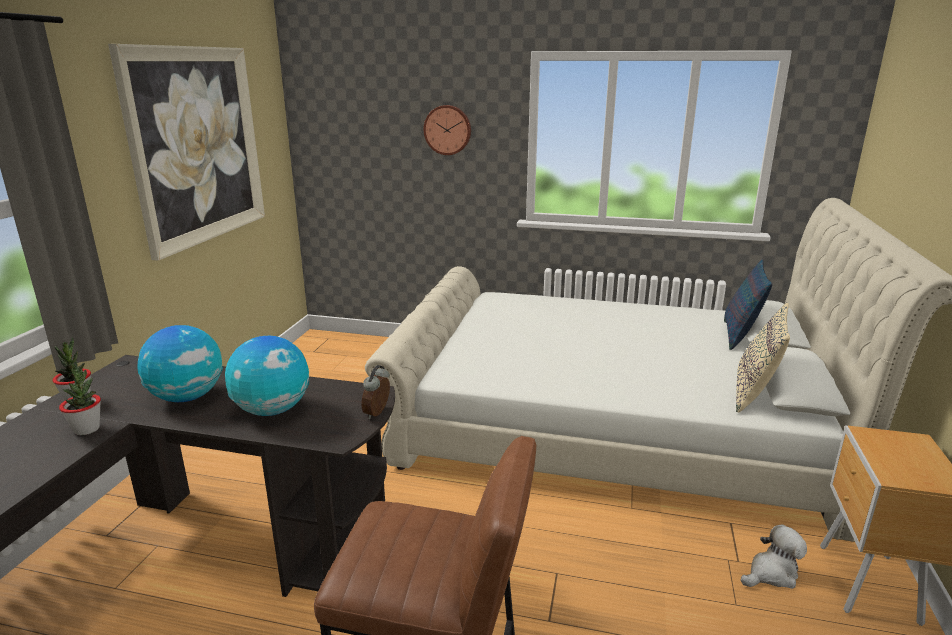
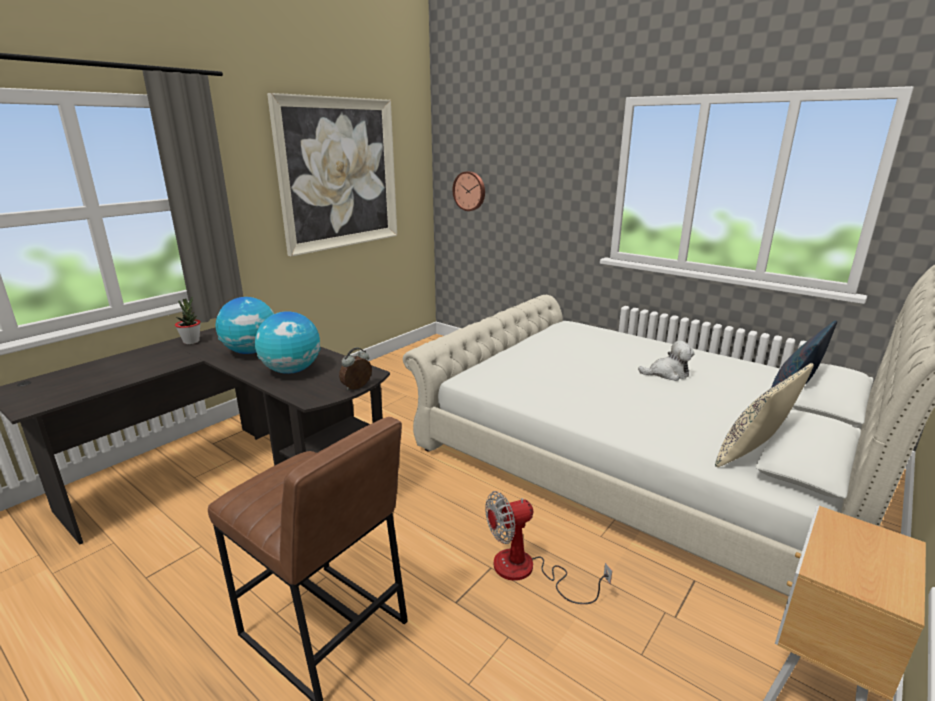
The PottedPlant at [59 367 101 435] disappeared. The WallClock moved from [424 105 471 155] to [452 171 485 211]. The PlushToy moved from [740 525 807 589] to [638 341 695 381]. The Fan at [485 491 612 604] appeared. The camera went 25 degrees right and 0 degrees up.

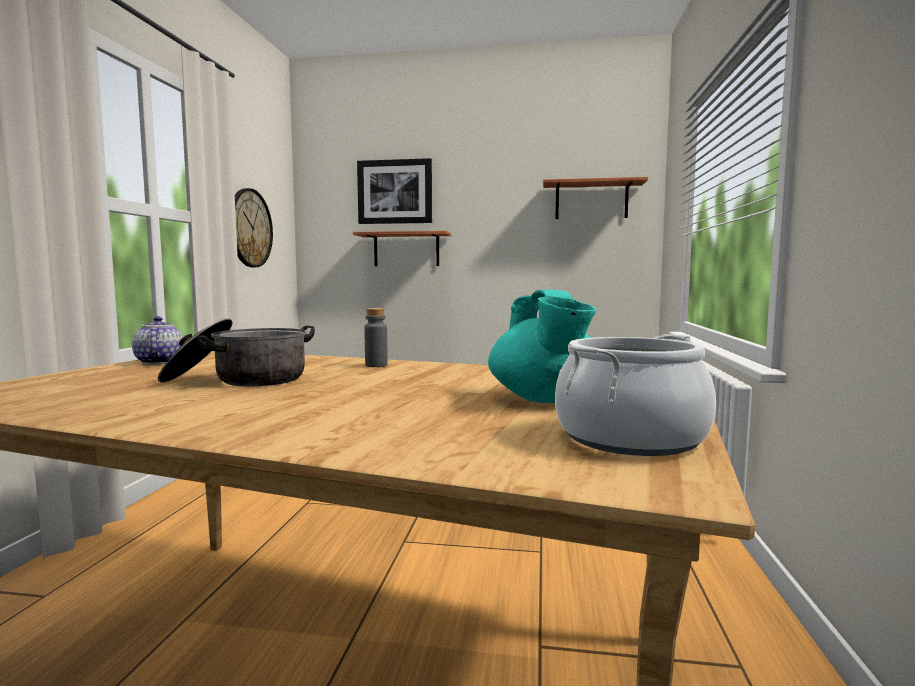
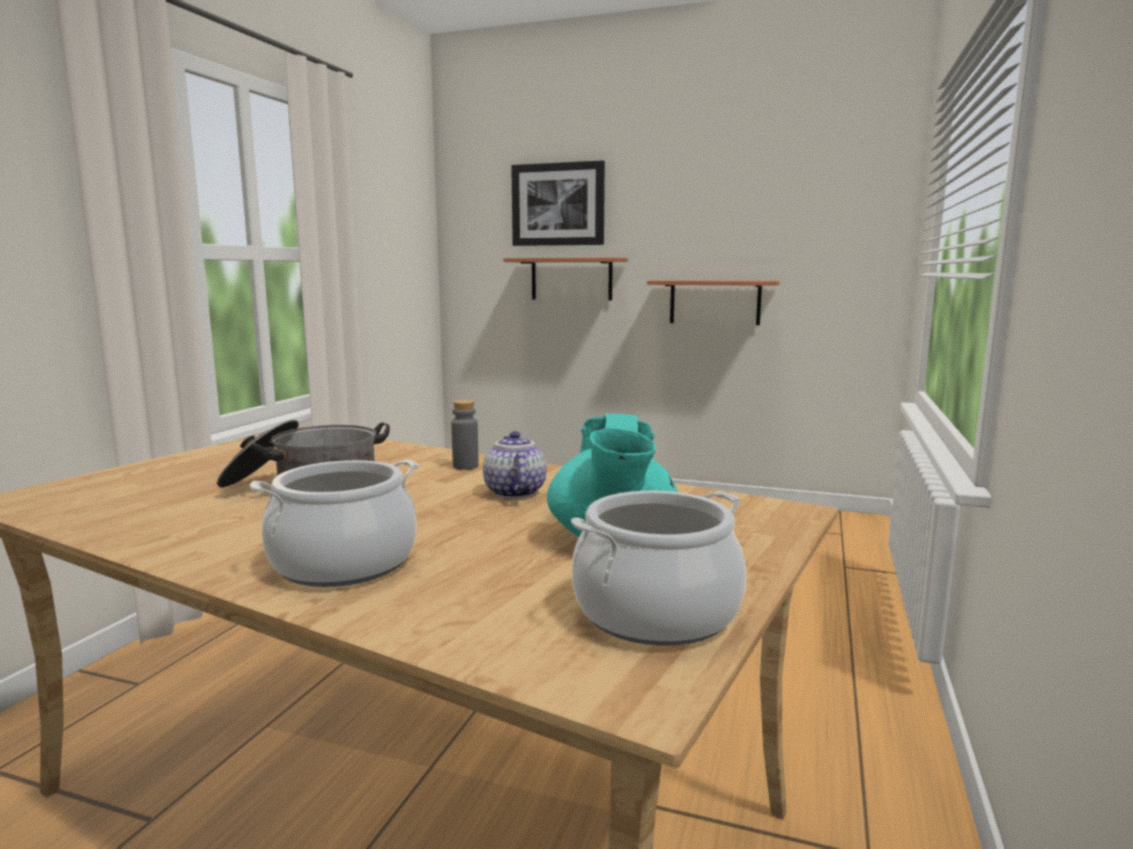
The Teapot moved from [132 316 184 364] to [483 431 547 499]. The WallClock at [235 188 273 267] disappeared. The Shelf moved from [543 177 648 219] to [647 280 780 325]. The CookingPot at [250 459 418 587] appeared. The camera went 10 degrees right and 5 degrees up.

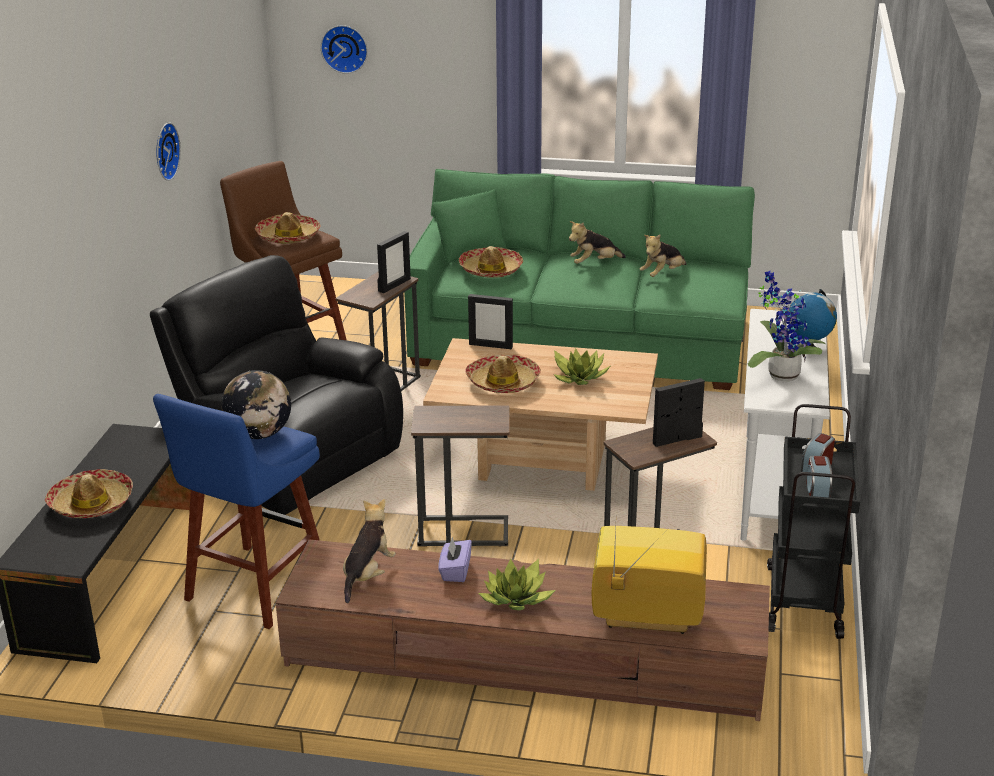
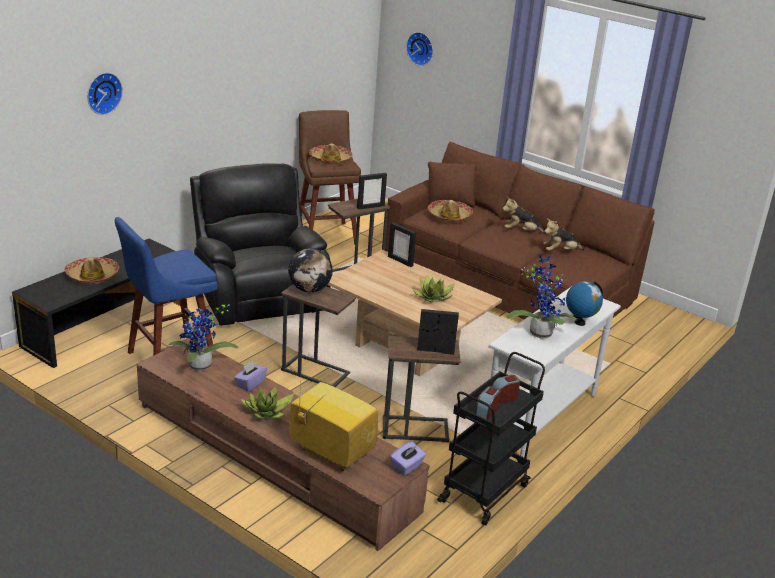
The WallClock moved from [156 123 181 181] to [87 73 123 115]. The Globe moved from [221 370 291 439] to [288 248 333 292]. The PlushToy at [343 499 396 603] was replaced by the PottedPlant at [169 304 238 371]. The GreenSofa at [404 169 755 390] became the BrownSofa at [385 142 655 319]. The Hat at [465 355 541 393] disappeared. The PurpleTissueBox at [390 442 426 476] appeared. The camera went 25 degrees right and 0 degrees up.

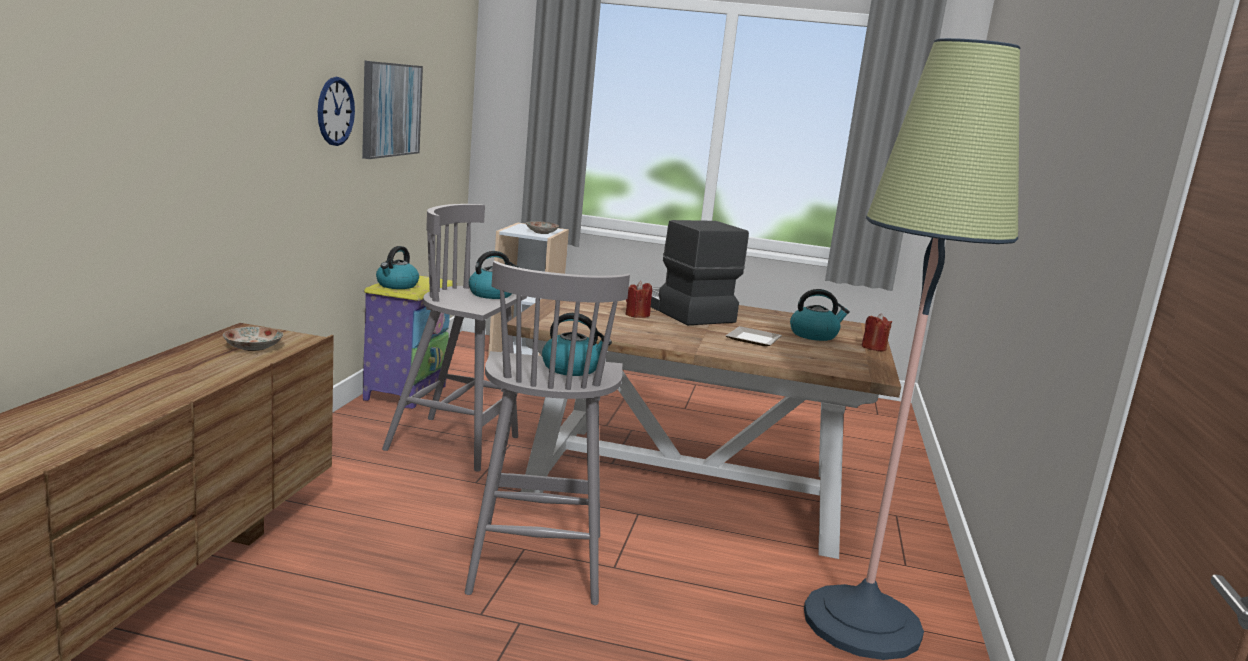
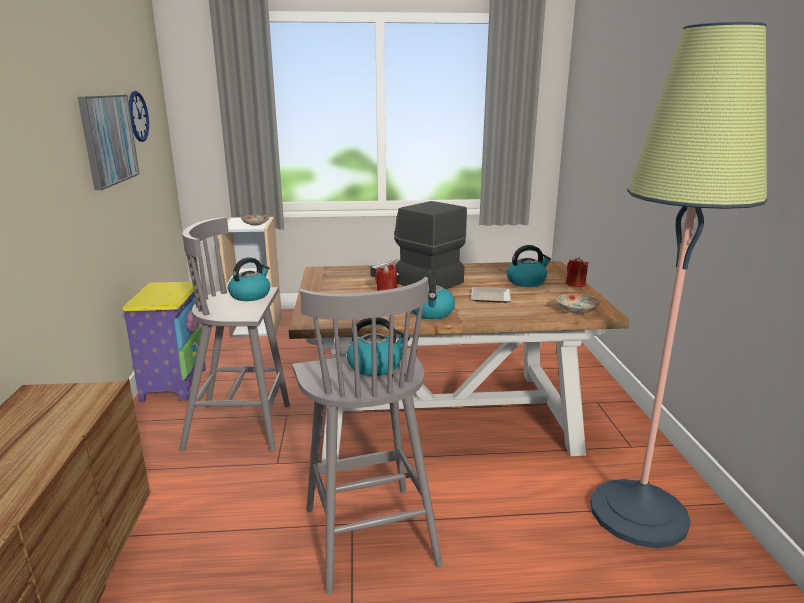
The Plate moved from [223 327 283 351] to [557 294 601 314]. The WallClock moved from [318 77 355 146] to [129 91 149 142]. The Kettle moved from [376 246 419 289] to [412 270 455 319]. The camera went 15 degrees left and 5 degrees up.

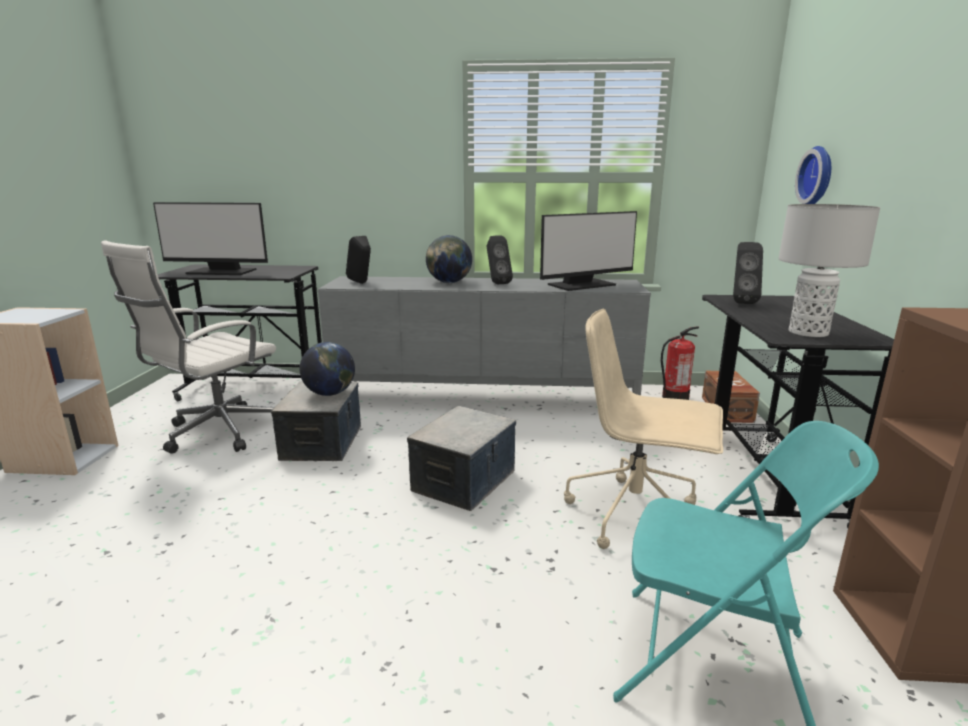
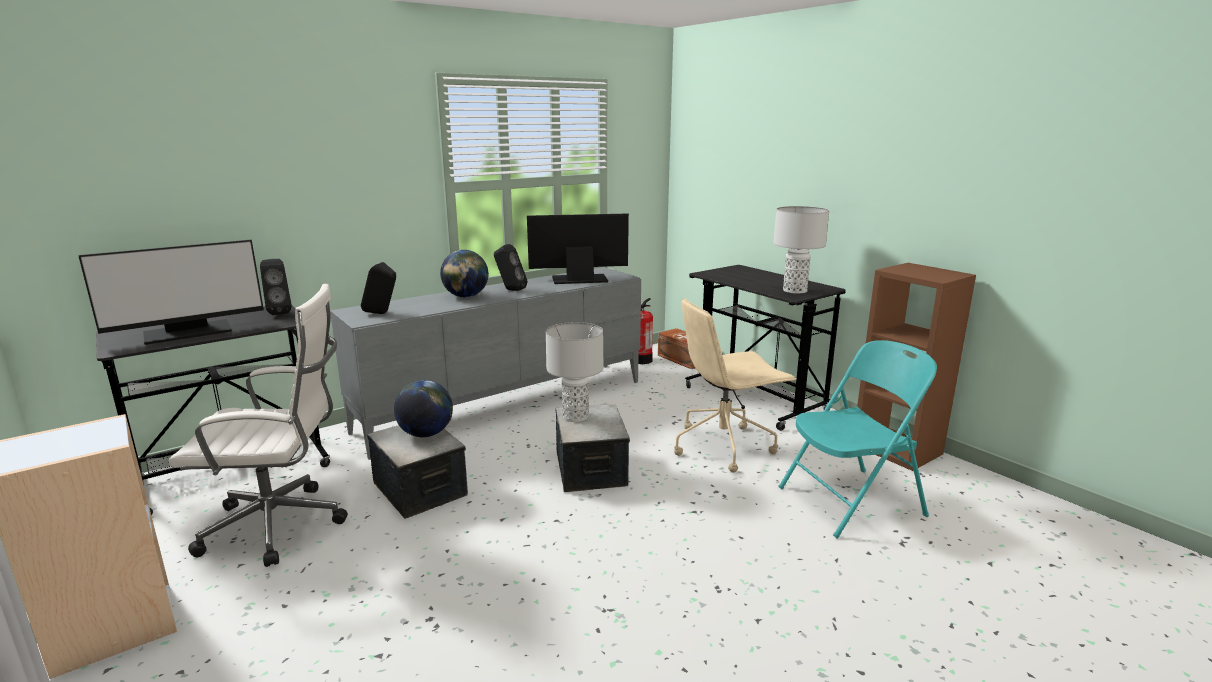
The WhiteOfficeChair at [101 240 276 454] turned 90 degrees counterclockwise. The Monitor at [540 211 637 291] turned 120 degrees counterclockwise. The BlackSpeaker moved from [733 242 763 304] to [260 259 292 315]. The WallClock at [795 146 831 204] disappeared. The WhiteTableLamp at [546 322 603 422] appeared. The camera went 40 degrees left and 0 degrees up.

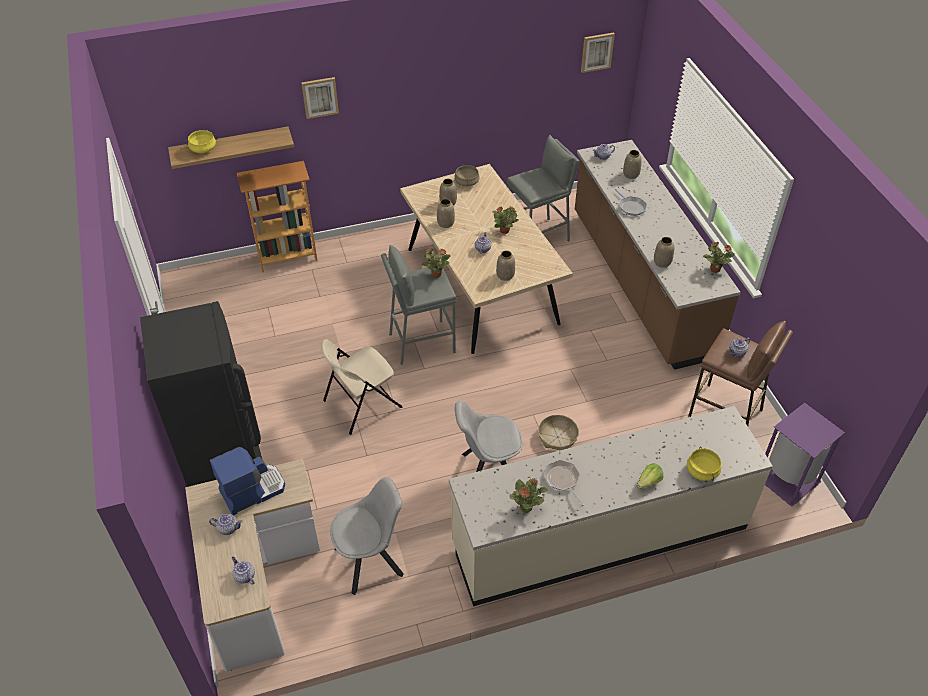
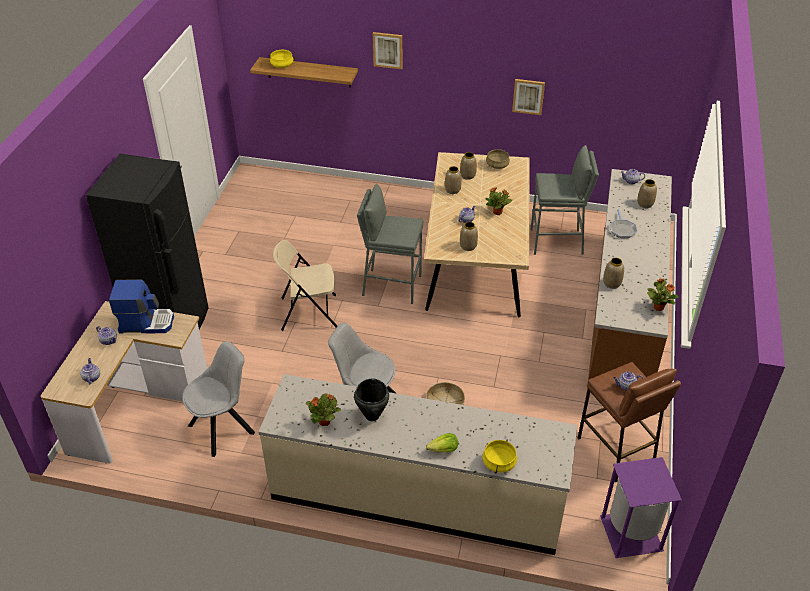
The Bookcase at [237 161 318 272] disappeared. The GreyChair at [330 477 404 595] turned 45 degrees counterclockwise. The PottedPlant at [421 248 450 277] disappeared. The FryingPan at [544 460 584 507] was replaced by the BlackCookingPot at [354 379 389 421]. The Picture moved from [581 32 615 73] to [512 79 545 115]. The camera went 30 degrees right and 5 degrees down.

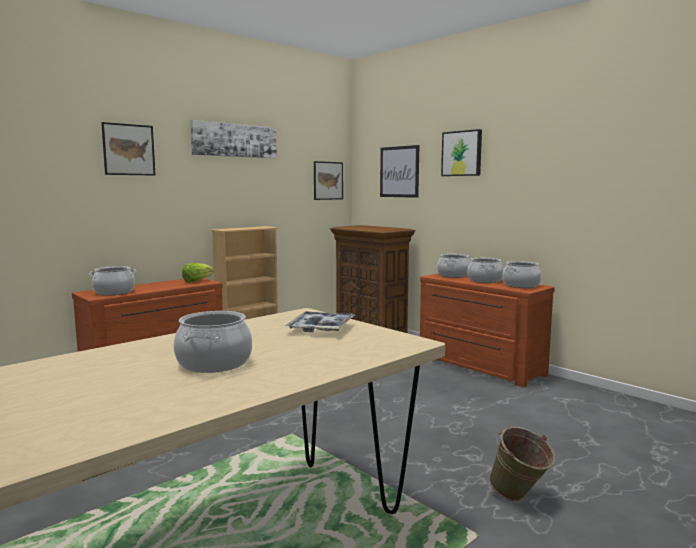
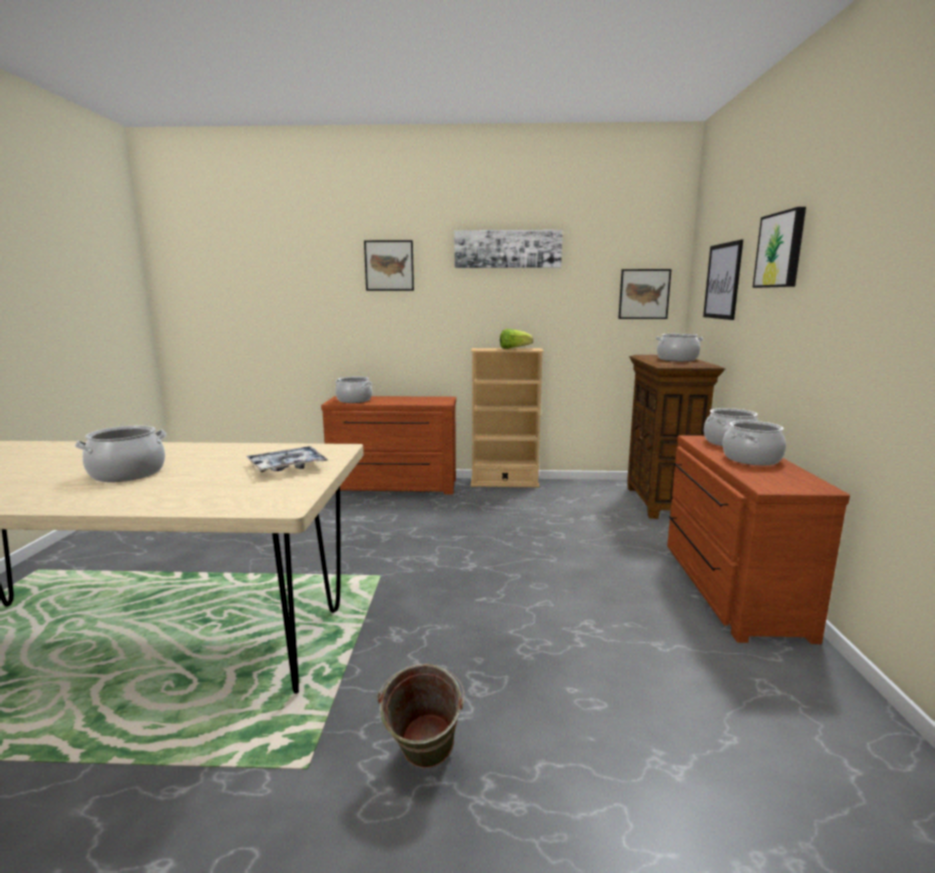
The Lettuce moved from [182 263 214 282] to [500 329 533 349]. The CookingPot moved from [502 261 541 288] to [656 334 703 361]. The camera went 45 degrees right and 5 degrees up.

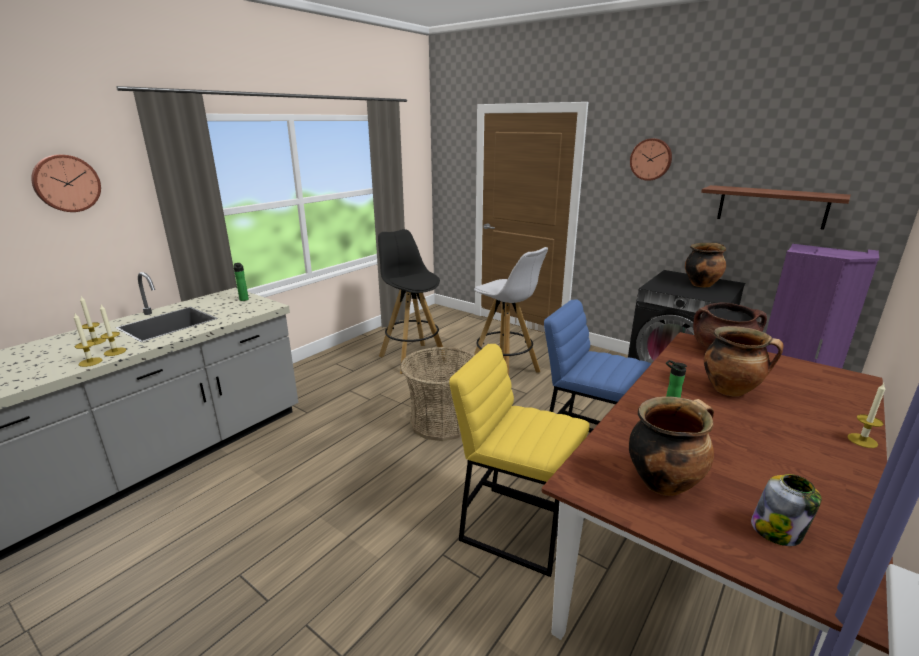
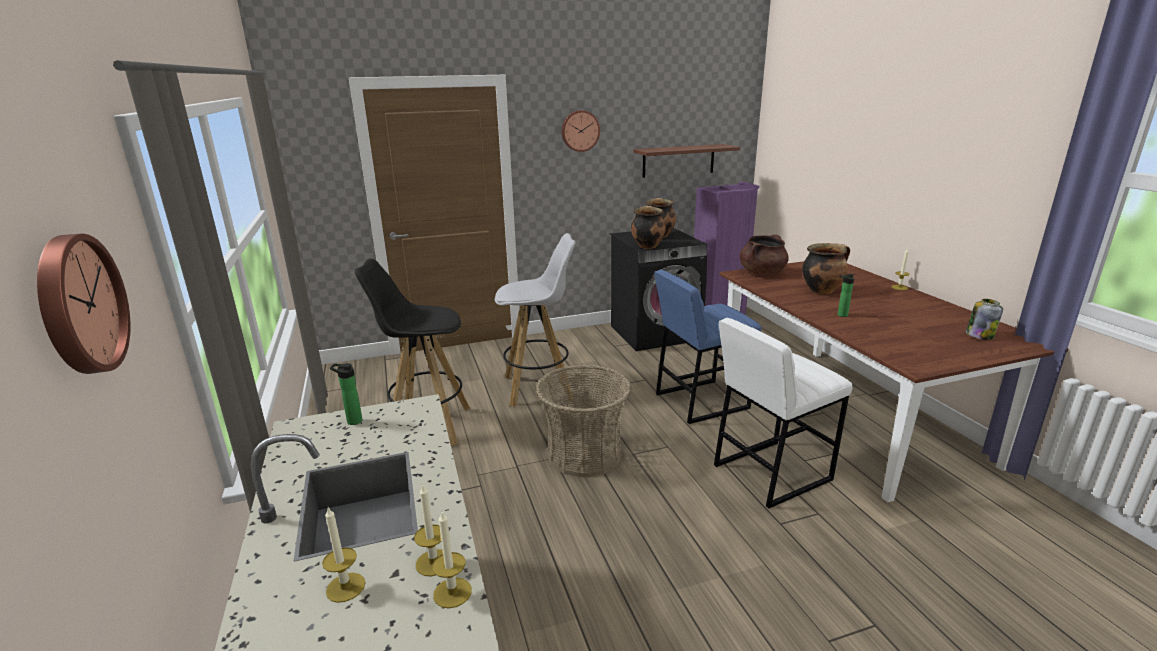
The YellowChair at [449 344 589 577] became the WhiteChair at [714 318 852 508]. The CookingPot moved from [629 396 714 496] to [631 206 666 249]. The camera went 55 degrees left and 0 degrees up.

